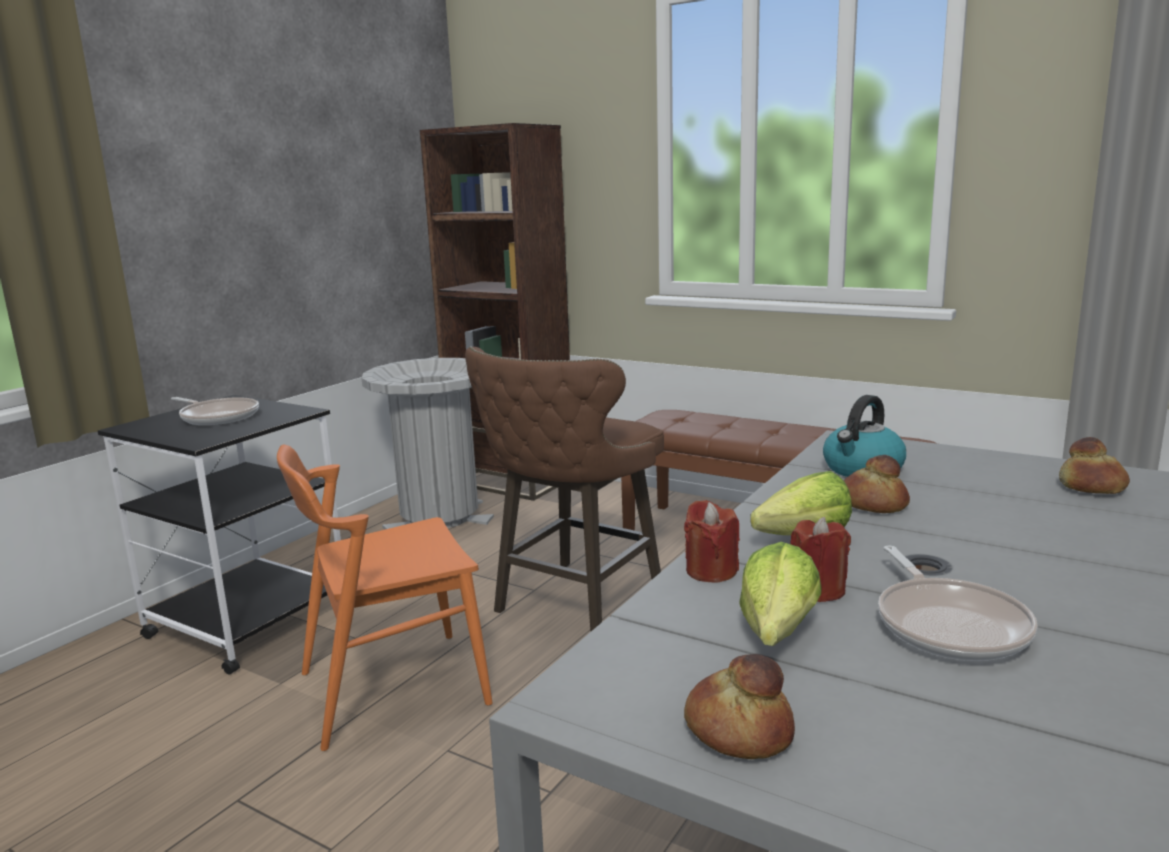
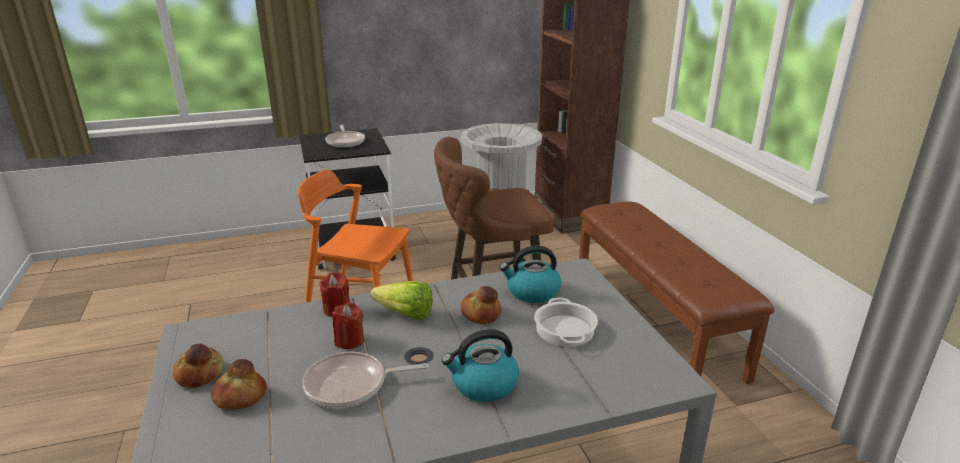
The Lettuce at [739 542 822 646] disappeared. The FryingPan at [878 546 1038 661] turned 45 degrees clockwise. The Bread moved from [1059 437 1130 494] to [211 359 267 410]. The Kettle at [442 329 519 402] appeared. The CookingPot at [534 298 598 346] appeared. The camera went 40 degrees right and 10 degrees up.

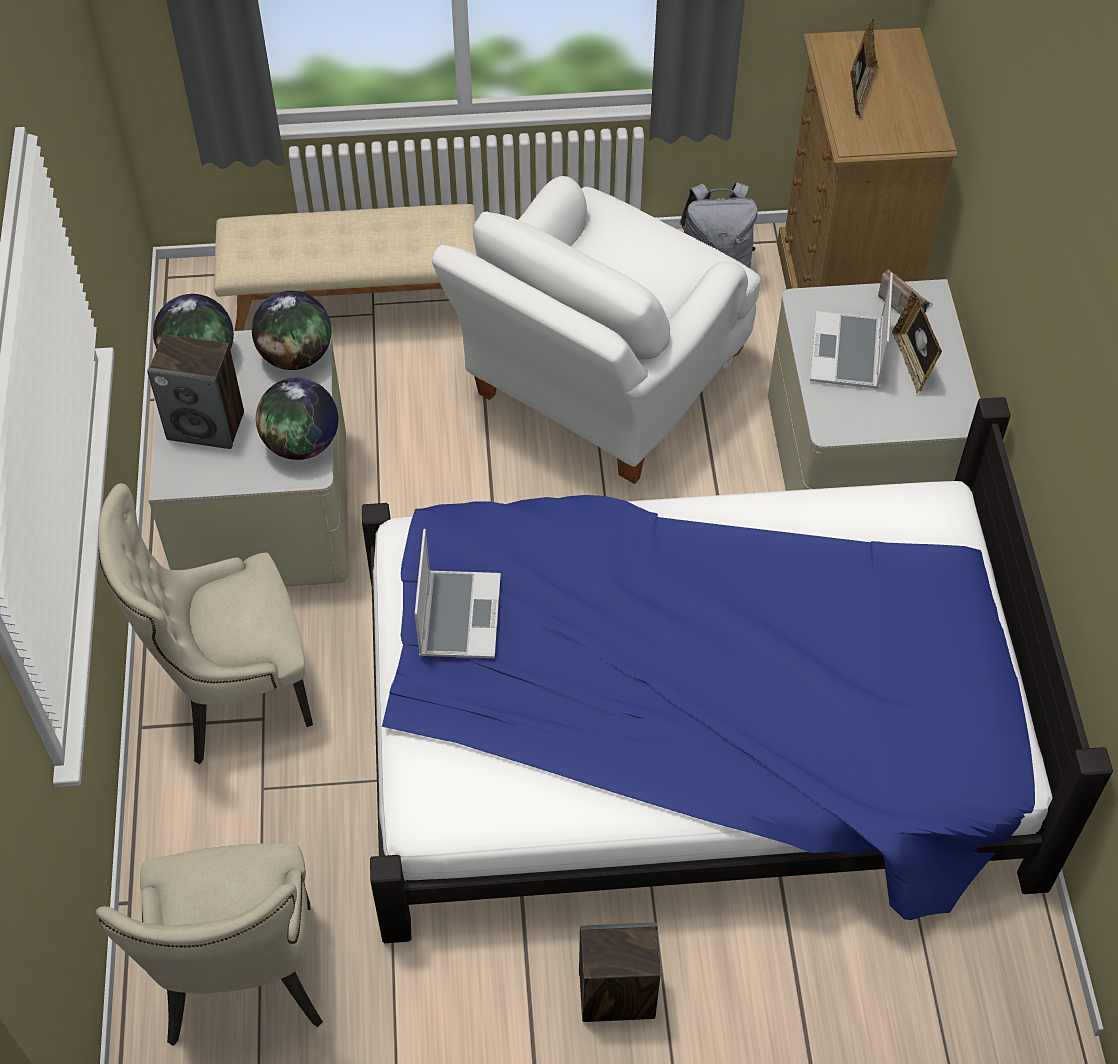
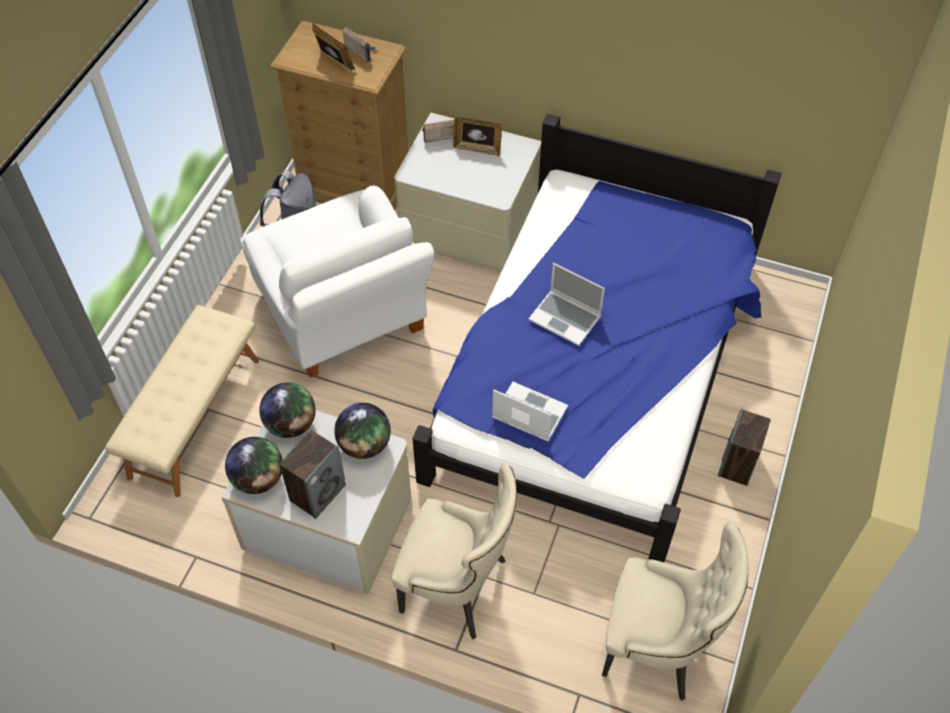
The BeigeChair at [98 483 313 764] turned 75 degrees counterclockwise. The Laptop moved from [810 273 893 389] to [528 263 605 346]. The Radio at [342 27 378 63] appeared. The camera went 65 degrees left and 0 degrees up.

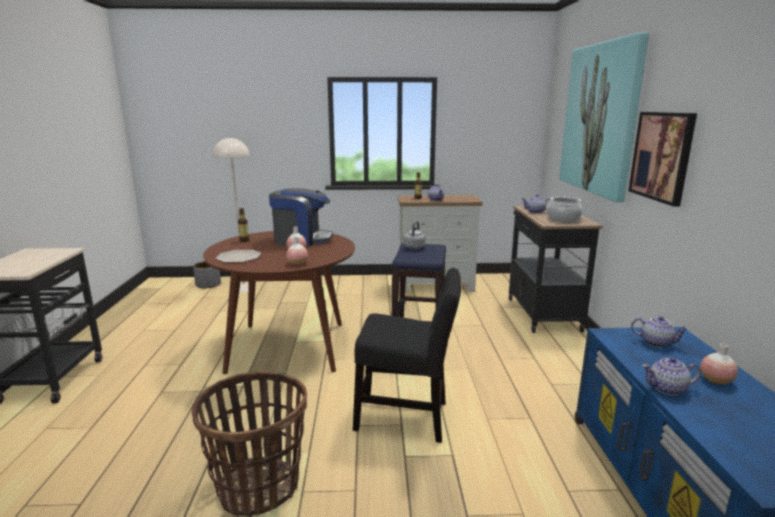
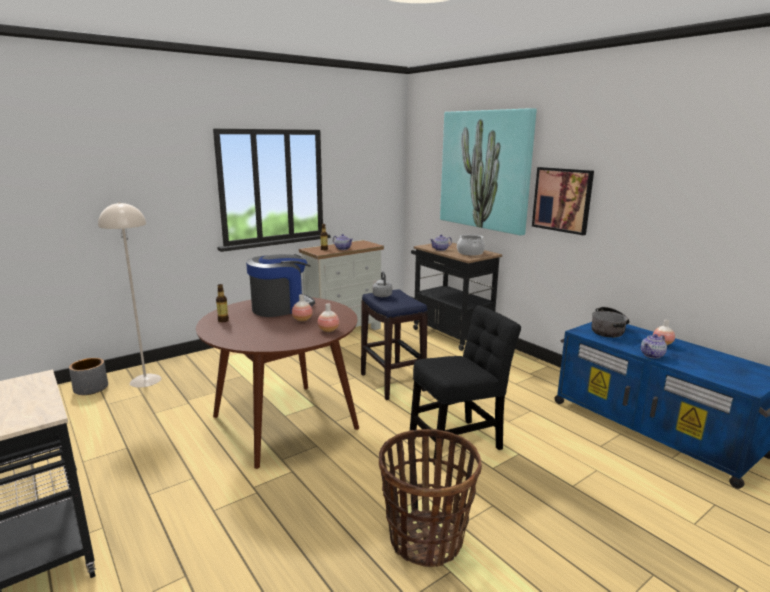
The Plate at [216 250 261 263] disappeared. The Teapot at [631 316 689 348] was replaced by the CookingPot at [591 307 630 338]. The camera went 35 degrees left and 0 degrees up.

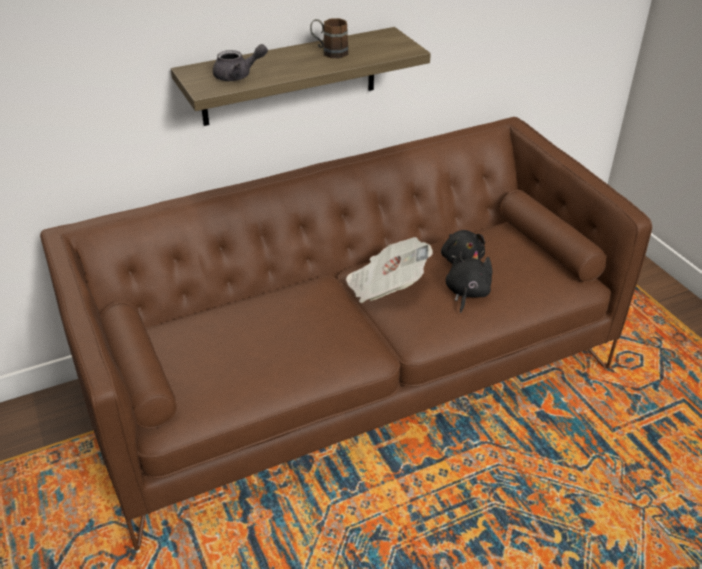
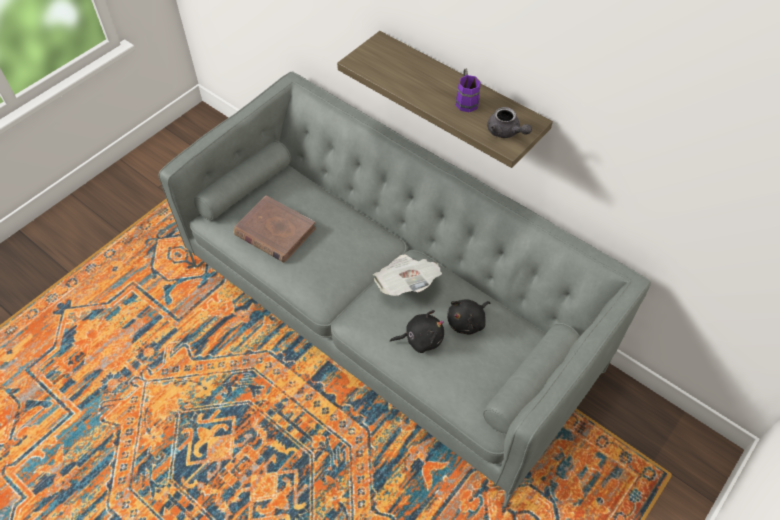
The BrownSofa at [40 117 652 551] became the GreySofa at [159 72 651 507]. The GreyTeapot moved from [213 44 268 81] to [487 107 532 138]. The BrownMug at [310 18 348 58] became the PurpleMug at [456 69 481 112]. The BrownBook at [234 196 316 263] appeared. The camera went 65 degrees right and 15 degrees up.

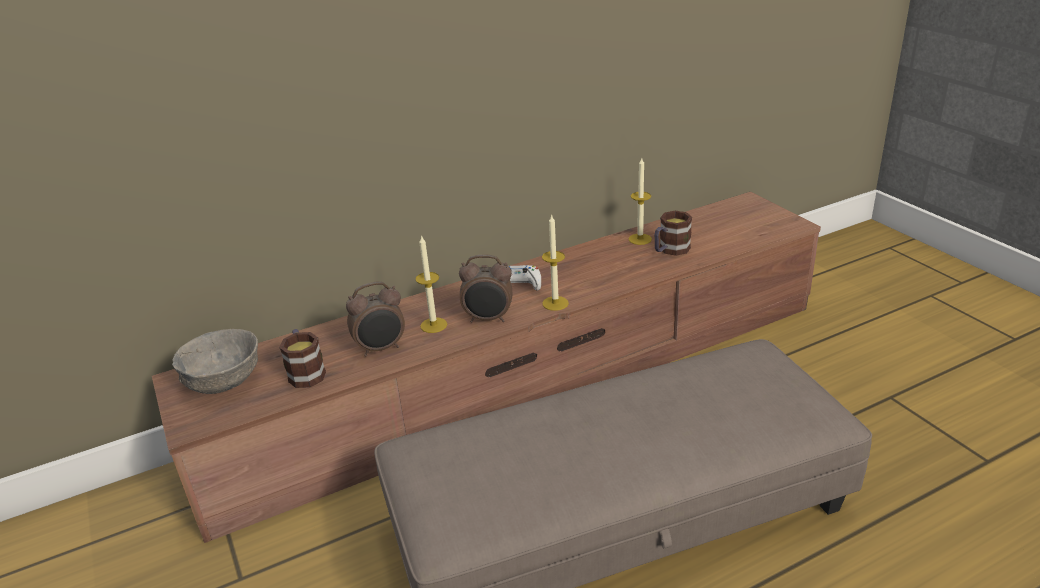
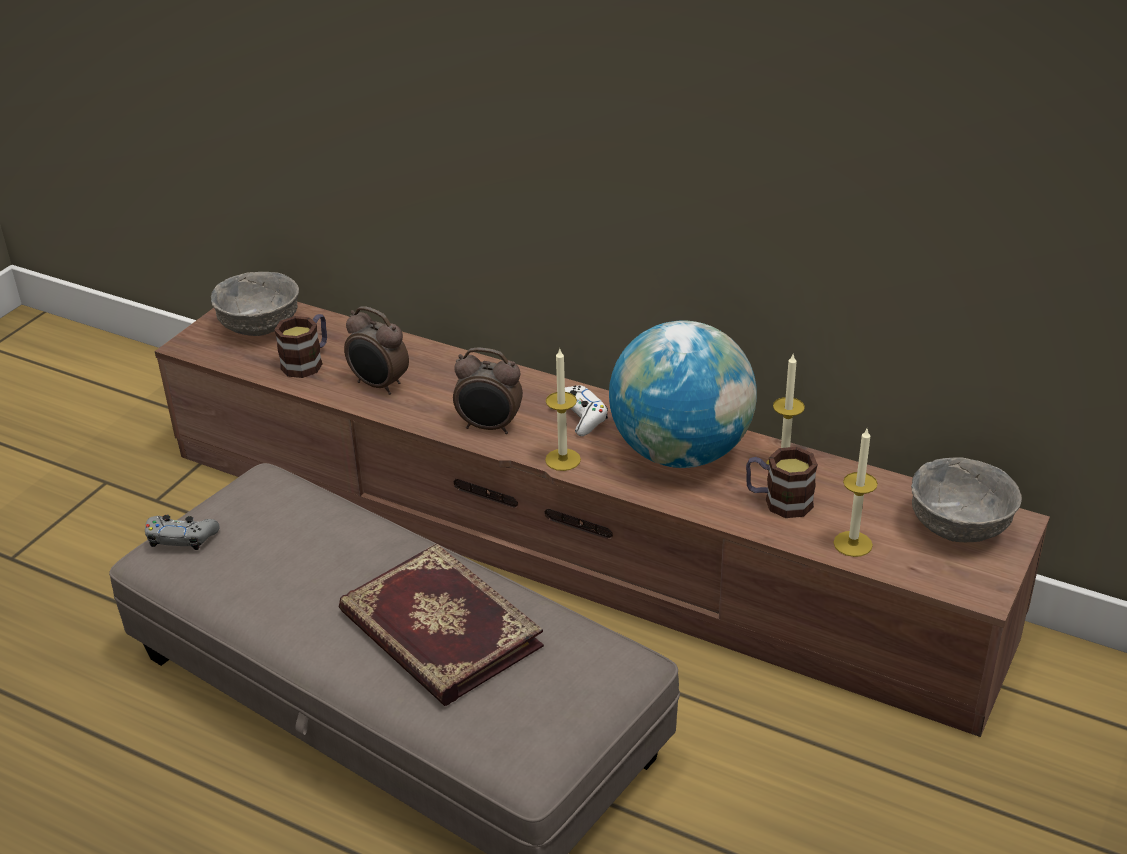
The Candle moved from [416 235 447 333] to [833 429 878 557]. The AlarmClock at [459 255 512 323] turned 45 degrees counterclockwise. The GreyGameController at [145 515 220 550] appeared. The Book at [339 543 544 706] appeared. The Globe at [609 320 757 468] appeared. The GreyBowl at [911 458 1022 542] appeared. The camera went 55 degrees right and 5 degrees up.

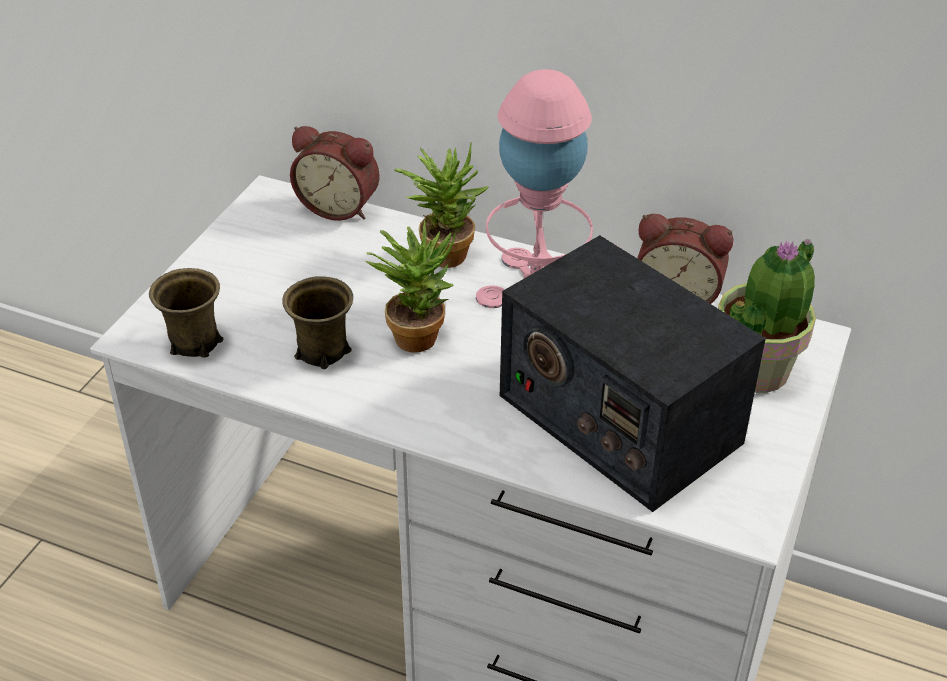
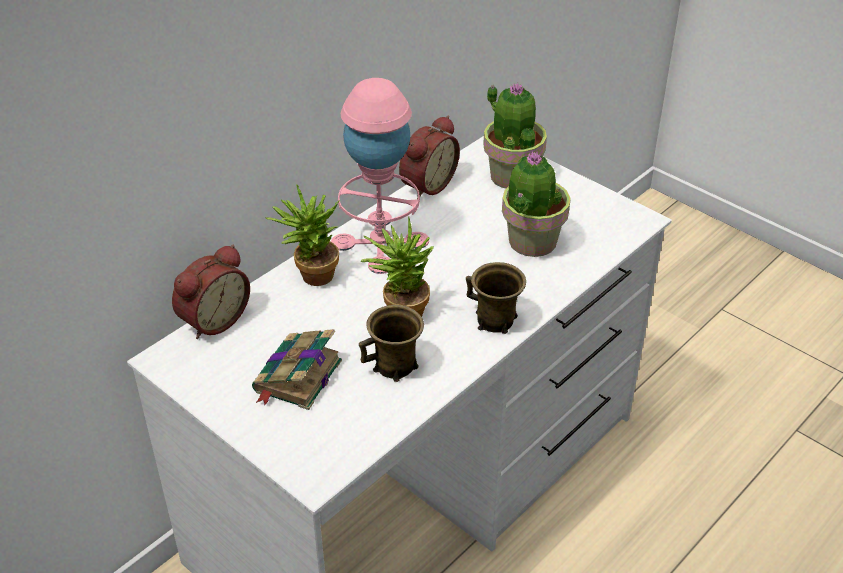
The BrownMug moved from [149 268 223 358] to [466 262 526 334]. The Radio at [500 235 766 512] was replaced by the PottedPlant at [502 151 571 257]. The Book at [252 329 342 410] appeared. The camera went 70 degrees left and 0 degrees up.

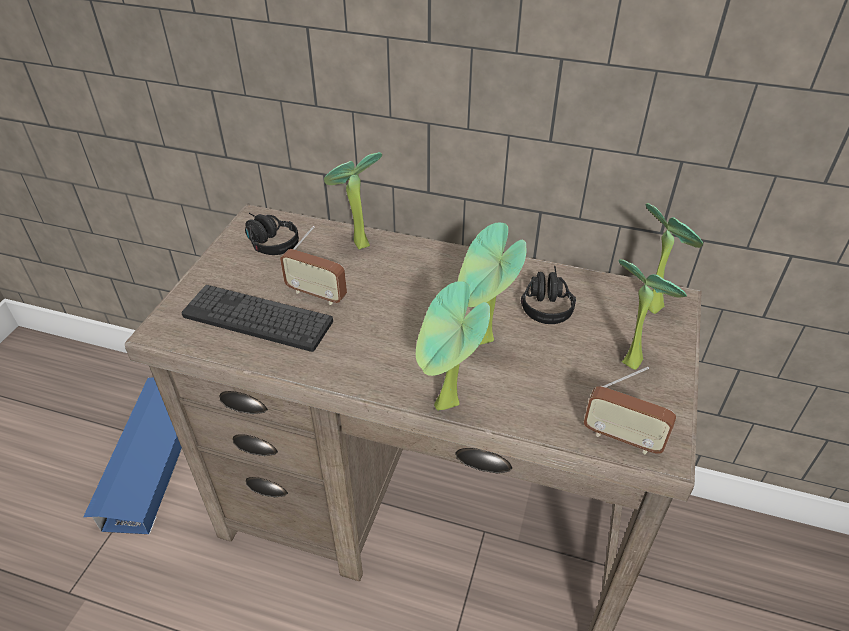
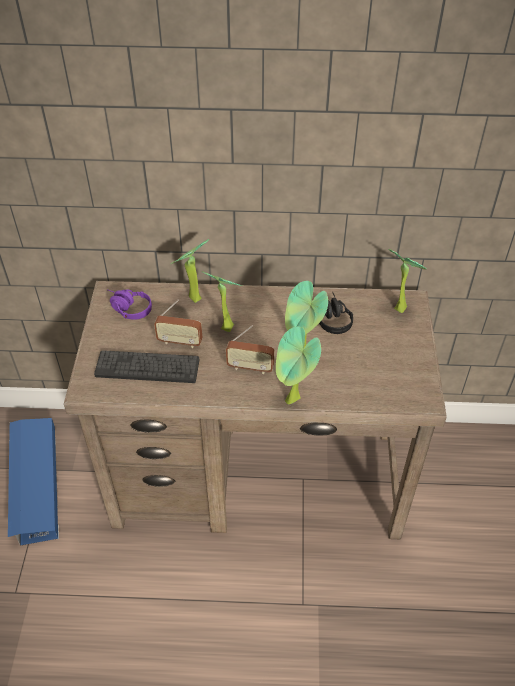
The BlackHeadphones at [245 213 299 255] became the PurpleHeadphones at [107 289 152 320]. The Radio moved from [584 366 676 455] to [226 325 274 374]. The PottedPlant moved from [619 259 687 370] to [202 271 242 332]. The camera went 15 degrees left and 5 degrees up.

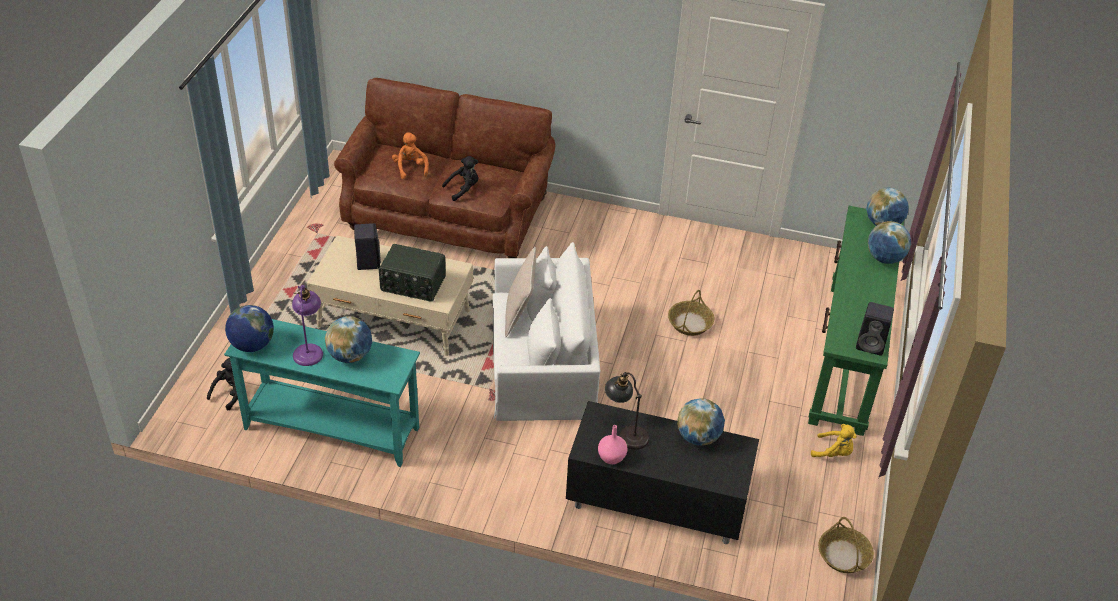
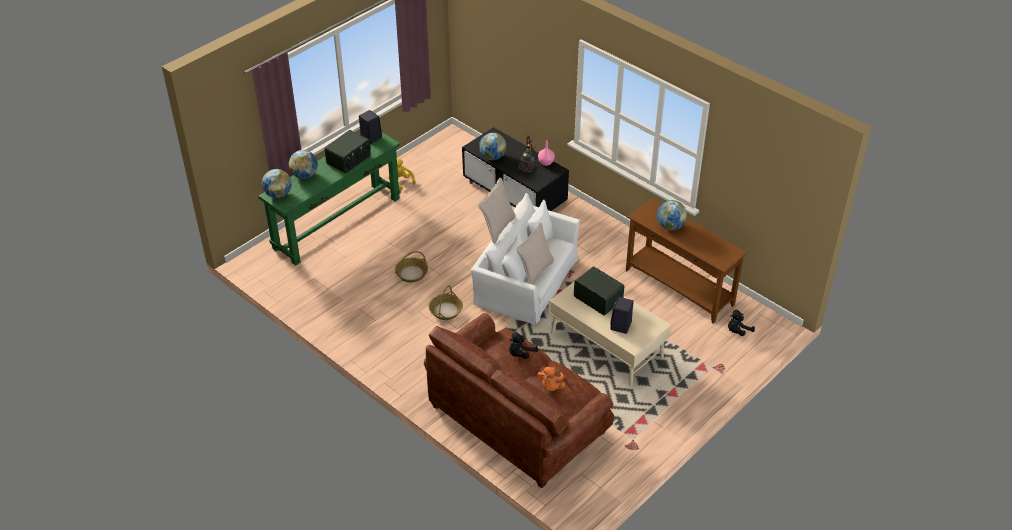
The TurquoiseConsoleTable at [224 319 420 467] became the BrownConsoleTable at [626 199 748 324]. The Globe at [225 305 274 352] disappeared. The PurpleTableLamp at [292 285 323 366] disappeared. The BlackPlushToy at [442 156 478 201] turned 45 degrees counterclockwise. The Basket moved from [818 517 874 573] to [429 285 463 320]. The Radio at [325 130 371 173] appeared. The BeigePillow at [478 178 516 244] appeared. The camera went 150 degrees left and 0 degrees up.

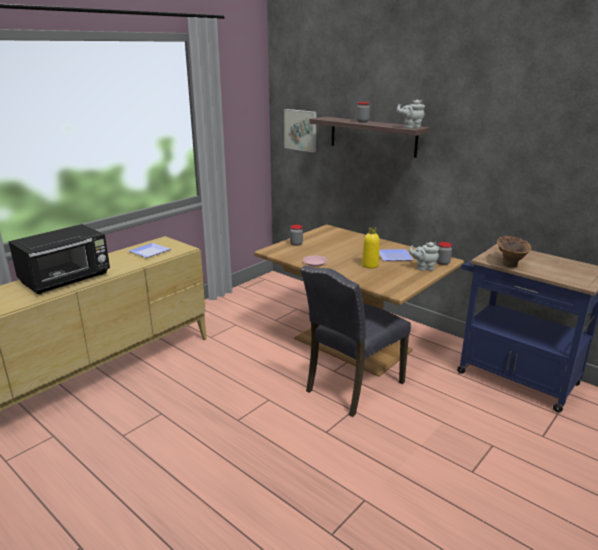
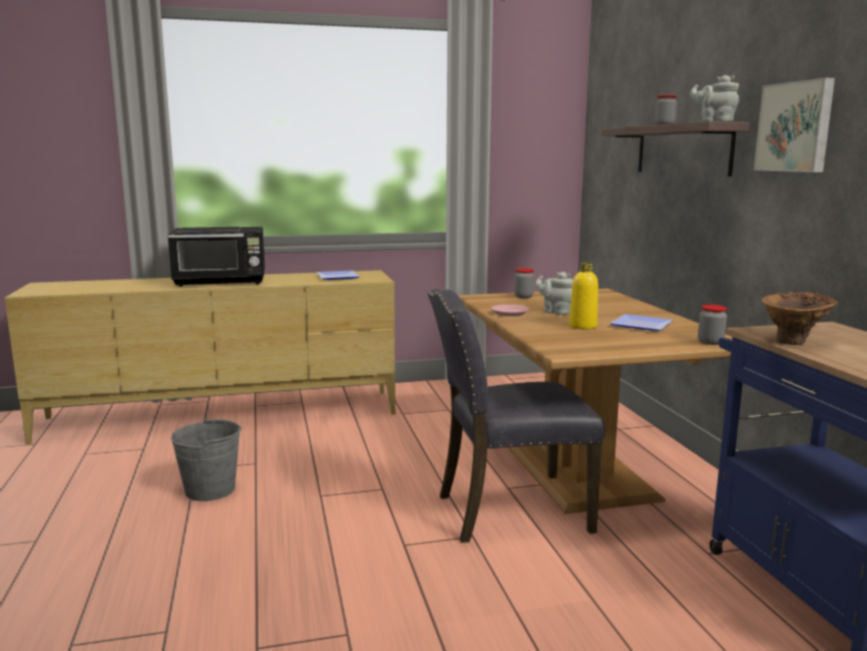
The Picture moved from [284 109 316 152] to [754 78 835 172]. The GreyTeapot moved from [409 242 439 271] to [535 272 573 315]. The GreyBucket at [171 418 242 501] appeared. The camera went 35 degrees right and 10 degrees down.

